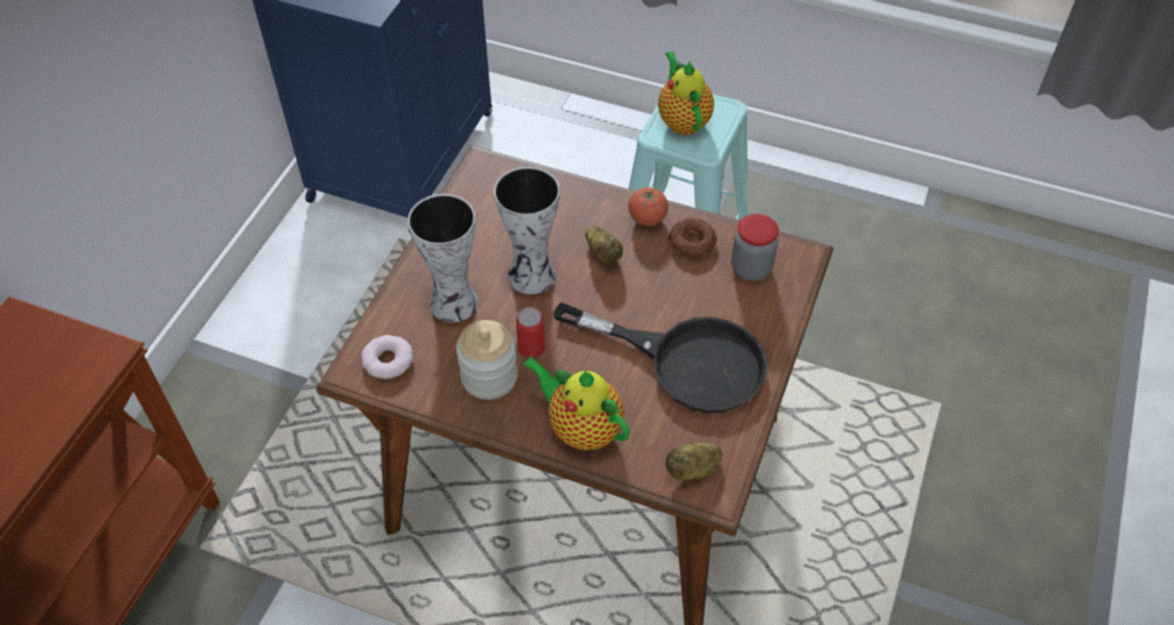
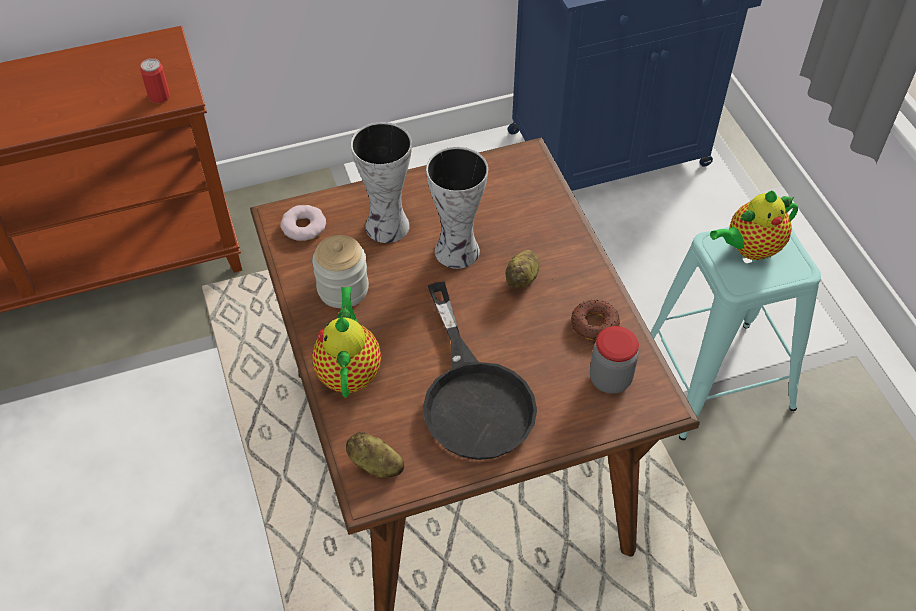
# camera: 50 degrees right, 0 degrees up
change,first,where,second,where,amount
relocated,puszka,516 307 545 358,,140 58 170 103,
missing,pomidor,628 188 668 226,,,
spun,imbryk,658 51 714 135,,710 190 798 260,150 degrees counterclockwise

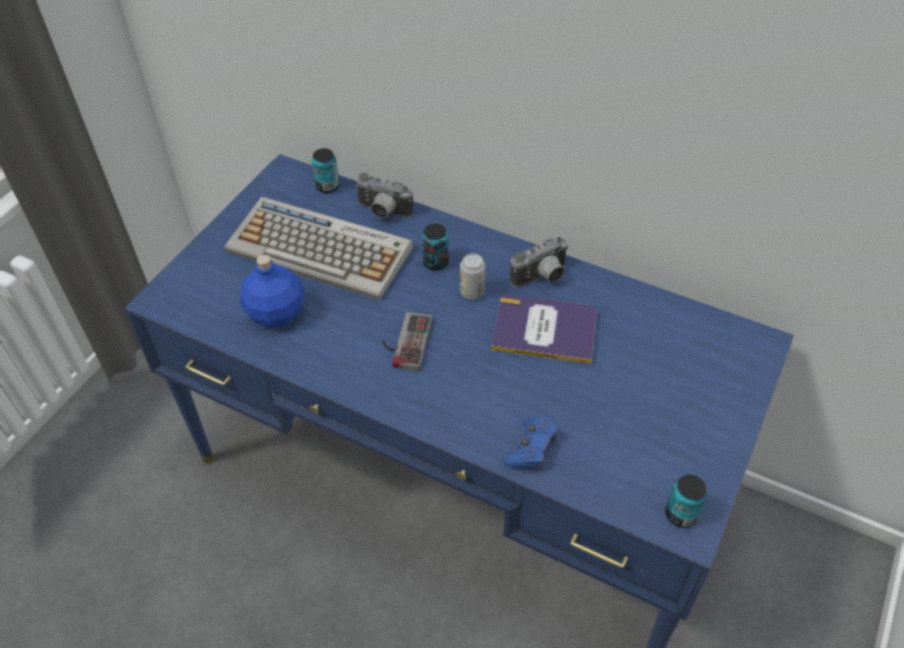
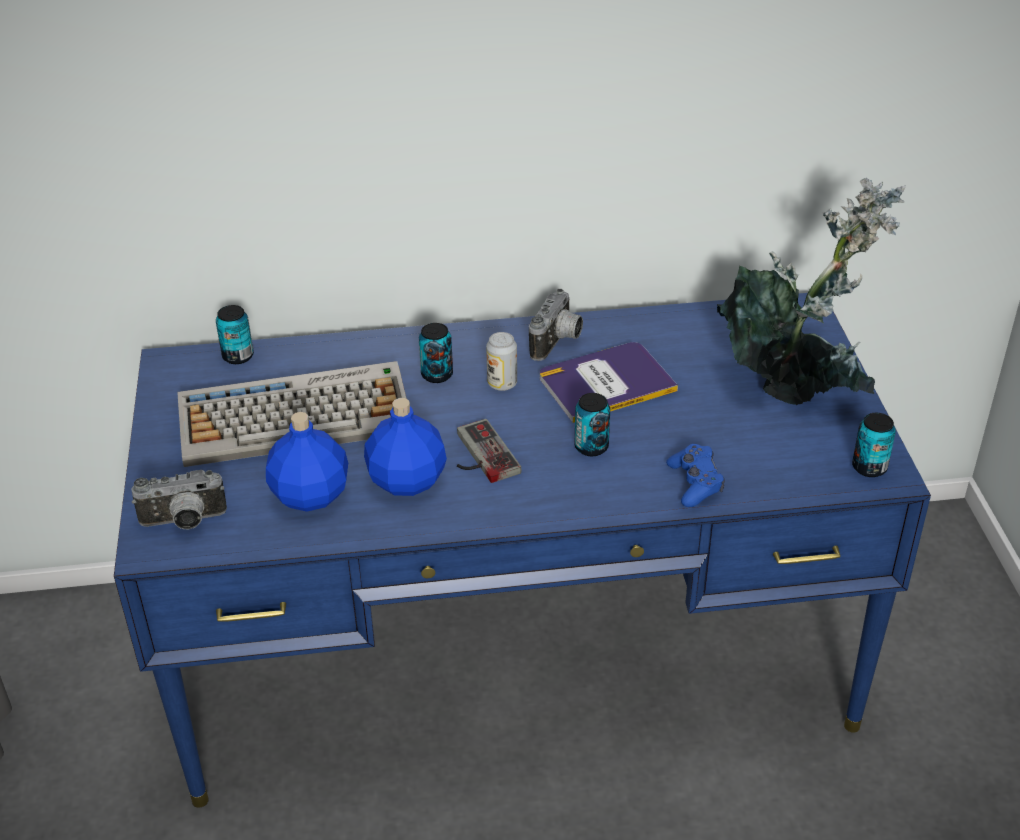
# camera: 35 degrees left, 10 degrees down
change,first,where,second,where,amount
relocated,aparat fotograficzny,355 173 413 218,,132 470 227 530,
appeared,,,butelka [niebieski],364 398 447 496,
appeared,,,puszka,574 393 610 456,
appeared,,,roślina doniczkowa,717 178 906 405,

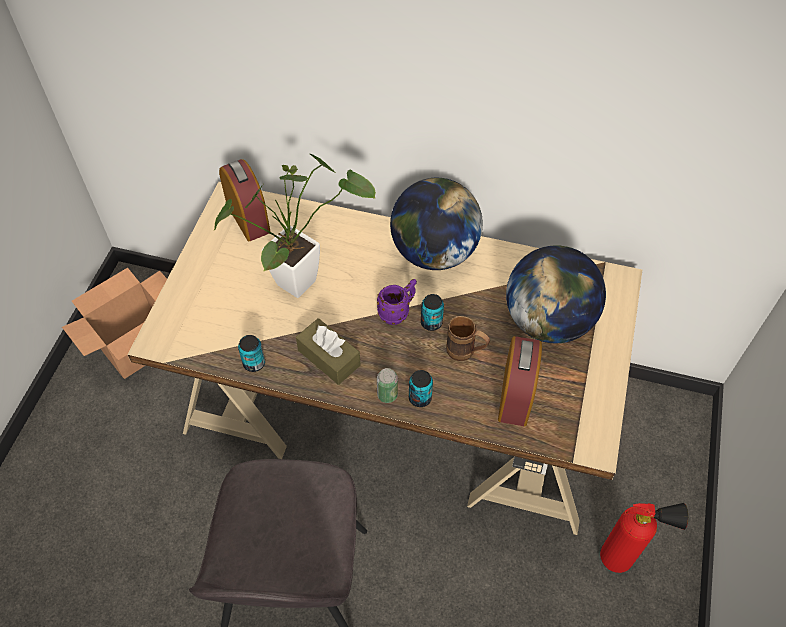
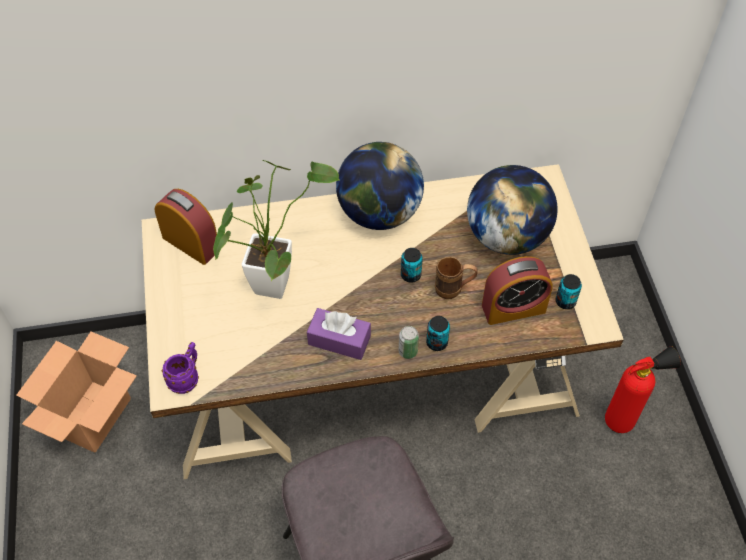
# camera: 25 degrees left, 0 degrees up
change,first,where,second,where,amount
relocated,puszka,238 335 265 372,,555 274 582 309,
colour,pudełko chusteczek [brązowy],296 318 360 385,pudełko chusteczek [fioletowy],307 308 371 360,
relocated,kubek [fioletowy],377 279 417 325,,162 342 199 394,
spun,budzik,498 336 542 426,,482 256 553 325,90 degrees clockwise

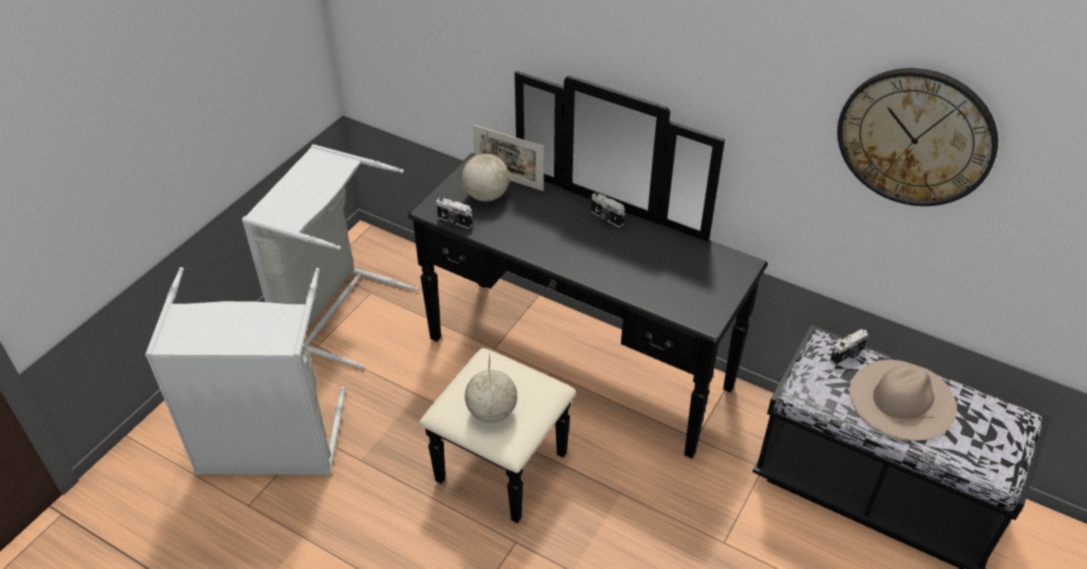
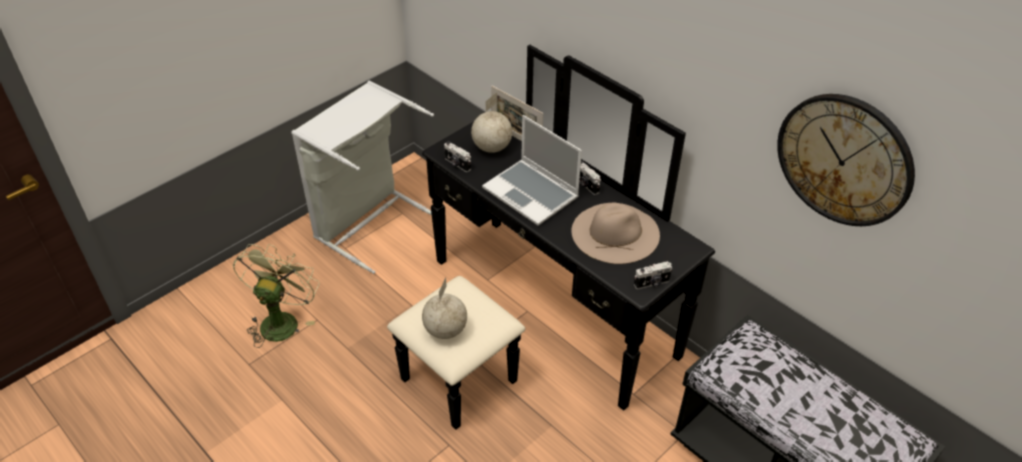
# camera: 15 degrees right, 0 degrees up
change,first,where,second,where,amount
exchanged,kosz na pranie [szary],145 267 345 476,wentylator [zielony],233 244 319 348,
relocated,aparat fotograficzny,830 329 868 365,,634 261 672 289,
relocated,kapelusz [beżowy],849 360 957 441,,571 202 660 264,
appeared,,,laptop,482 115 582 226,

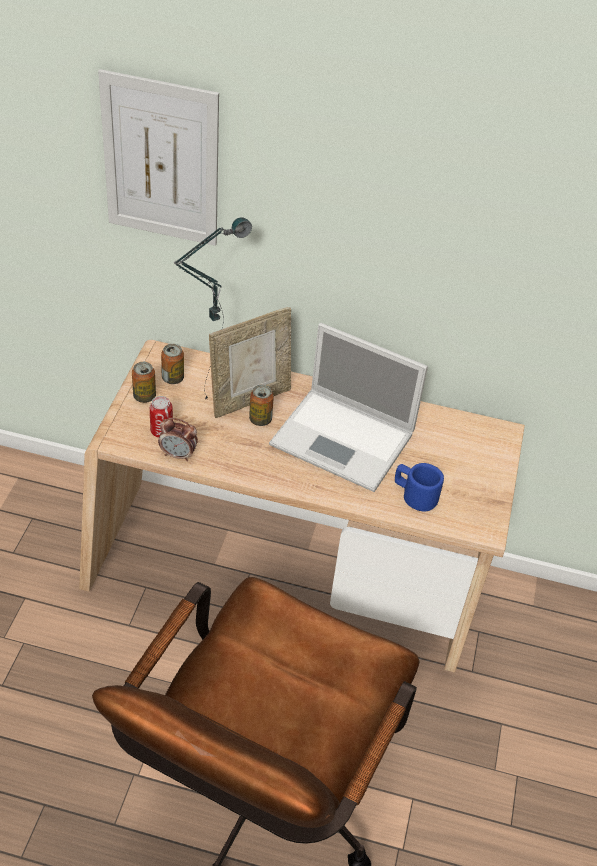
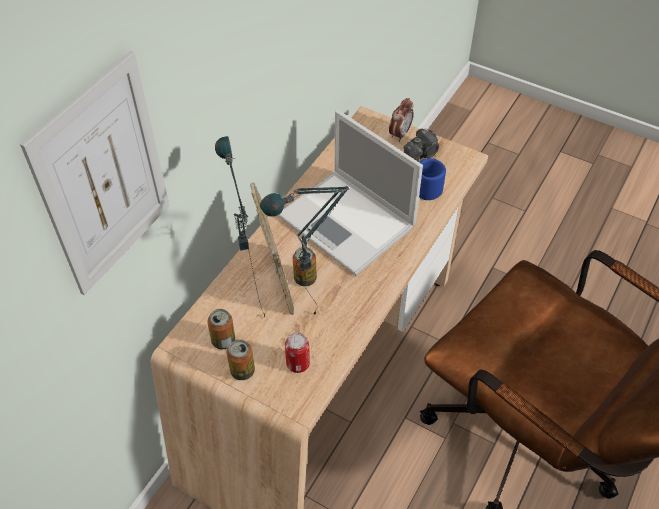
# camera: 70 degrees left, 5 degrees up
change,first,where,second,where,amount
relocated,budzik,158 418 198 461,,389 98 414 142,
spun,laptop,269 323 428 492,,278 110 423 275,90 degrees clockwise
appeared,,,lampa stołowa,260 186 350 314,
appeared,,,aparat fotograficzny,404 128 439 162,

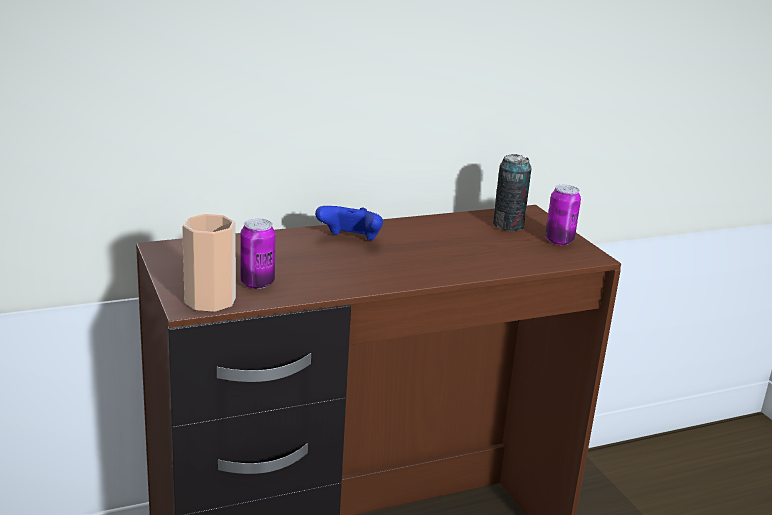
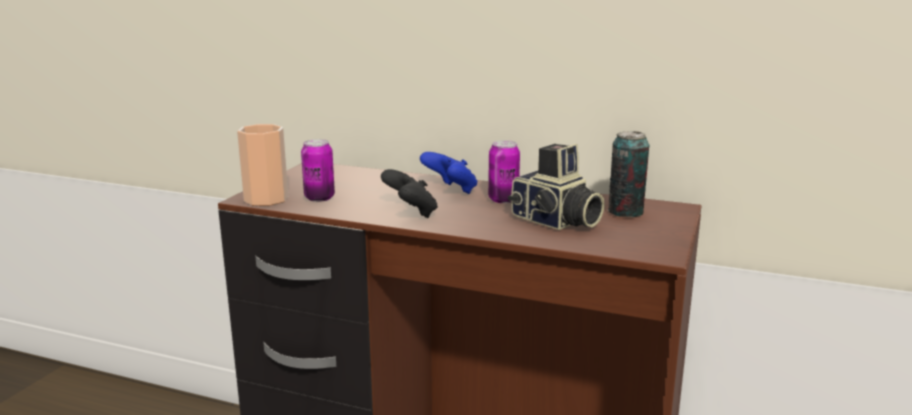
# camera: 45 degrees right, 5 degrees down
change,first,where,second,where,amount
relocated,puszka,545 185 581 245,,488 140 520 203,
appeared,,,pad do gier [czarny],381 169 438 218,
appeared,,,aparat fotograficzny,508 144 605 230,

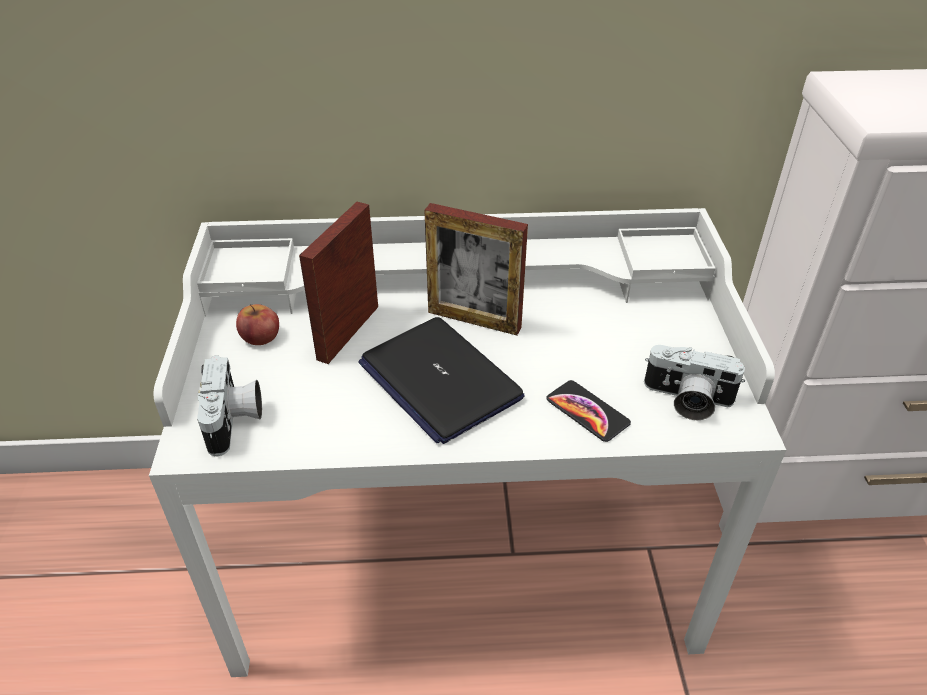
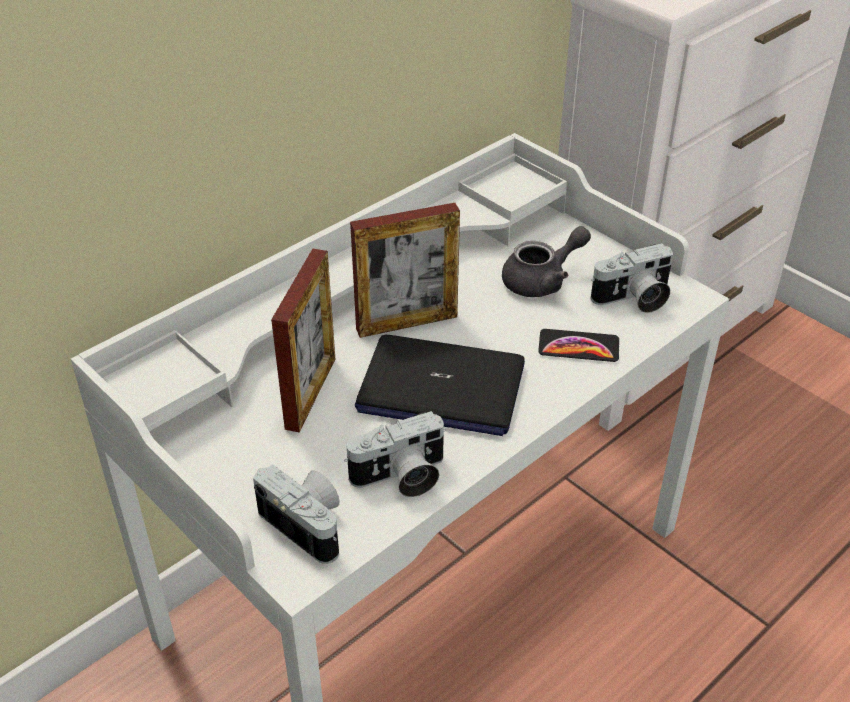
# camera: 40 degrees left, 0 degrees up
change,first,where,second,where,amount
missing,jabłko,236 304 279 345,,,
spun,ramka na zdjęcie,299 202 378 364,,271 249 335 432,150 degrees counterclockwise
appeared,,,aparat fotograficzny,344 411 446 497,
appeared,,,imbryk [szary],502 226 591 297,

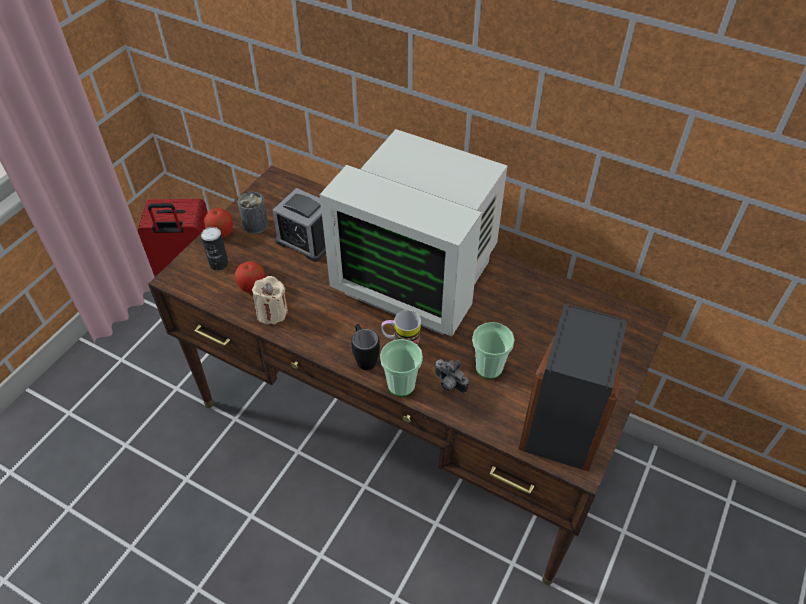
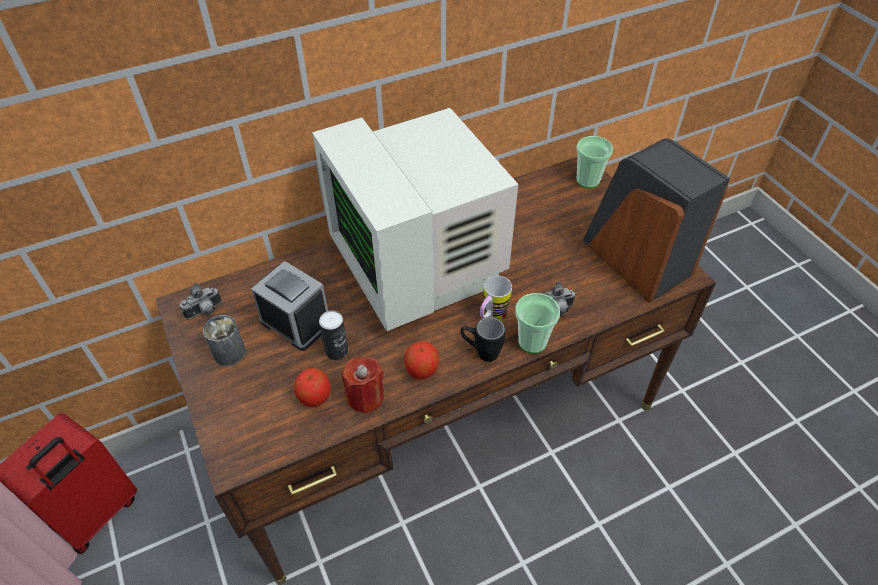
# camera: 55 degrees left, 0 degrees up
change,first,where,second,where,amount
relocated,puszka,201 227 229 271,,319 310 348 360,
relocated,jabłko,204 208 233 238,,404 341 439 379,
colour,świeca [beżowy],252 276 288 325,świeca [czerwony],342 358 384 414,
spun,budzik,272 188 326 262,,251 261 328 351,120 degrees counterclockwise
spun,monitor,320 129 507 337,,312 108 518 331,90 degrees clockwise
relocated,filiżanka,472 322 515 379,,576 136 613 188,
appeared,,,aparat fotograficzny,180 283 222 319,

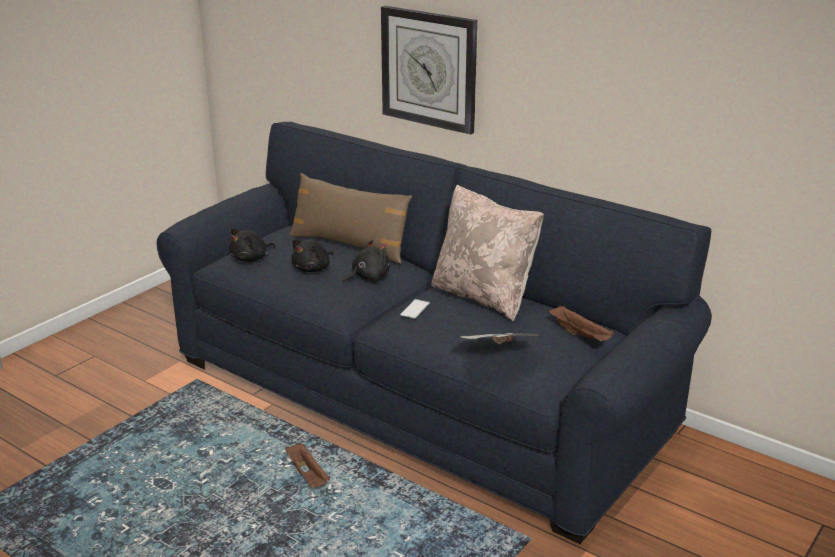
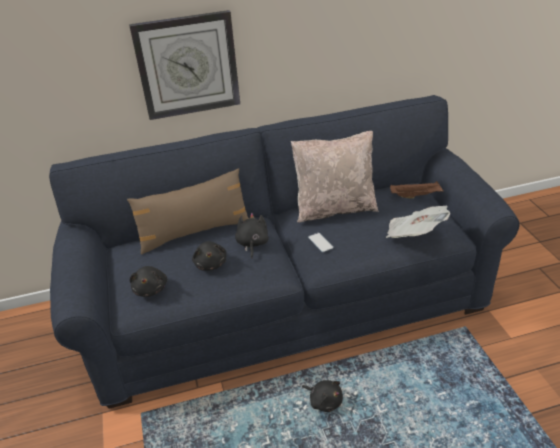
# camera: 50 degrees left, 10 degrees up
change,first,where,second,where,amount
exchanged,taca [brązowy],285 443 330 488,pluszak [czarny],302 380 343 412,

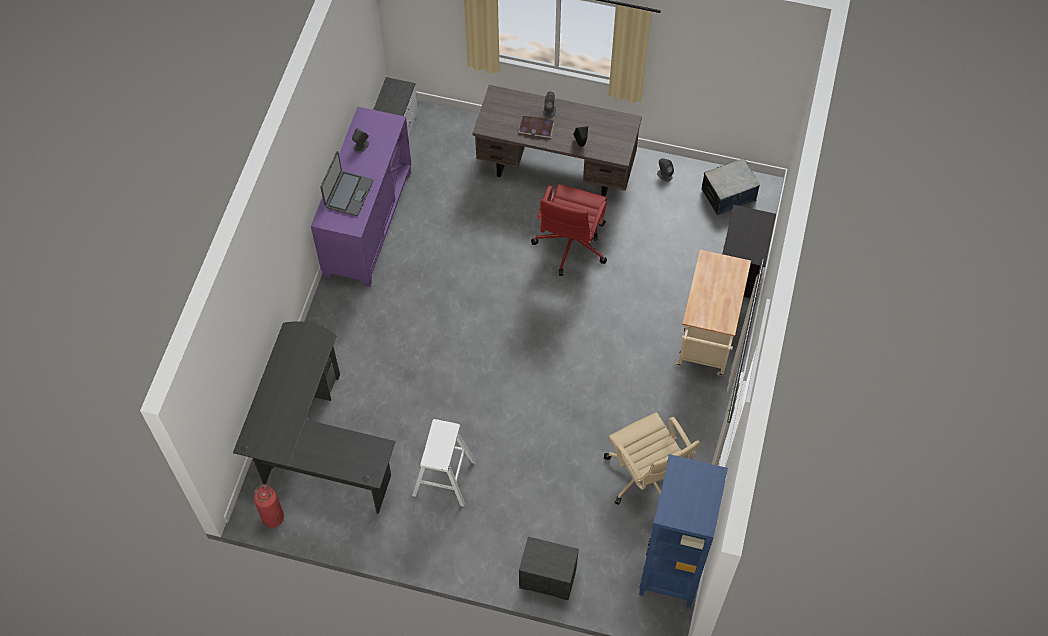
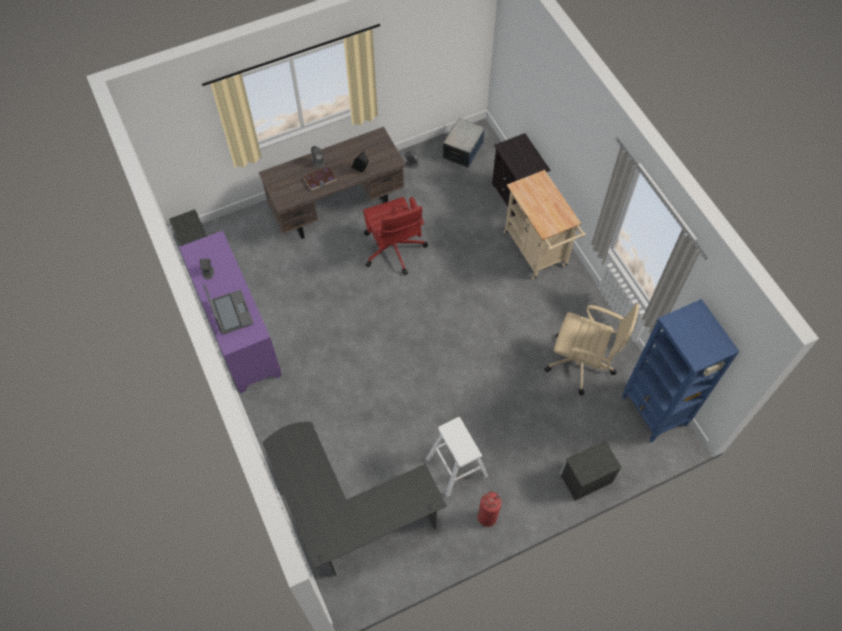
# camera: 40 degrees left, 0 degrees up
change,first,where,second,where,amount
relocated,gaśnica,254 484 284 528,,478 491 501 527,

